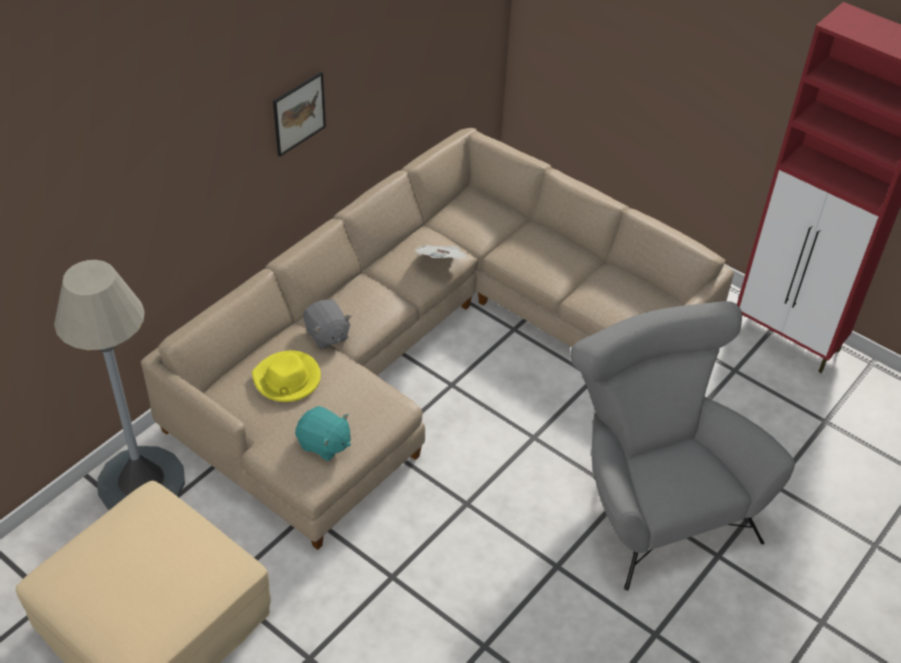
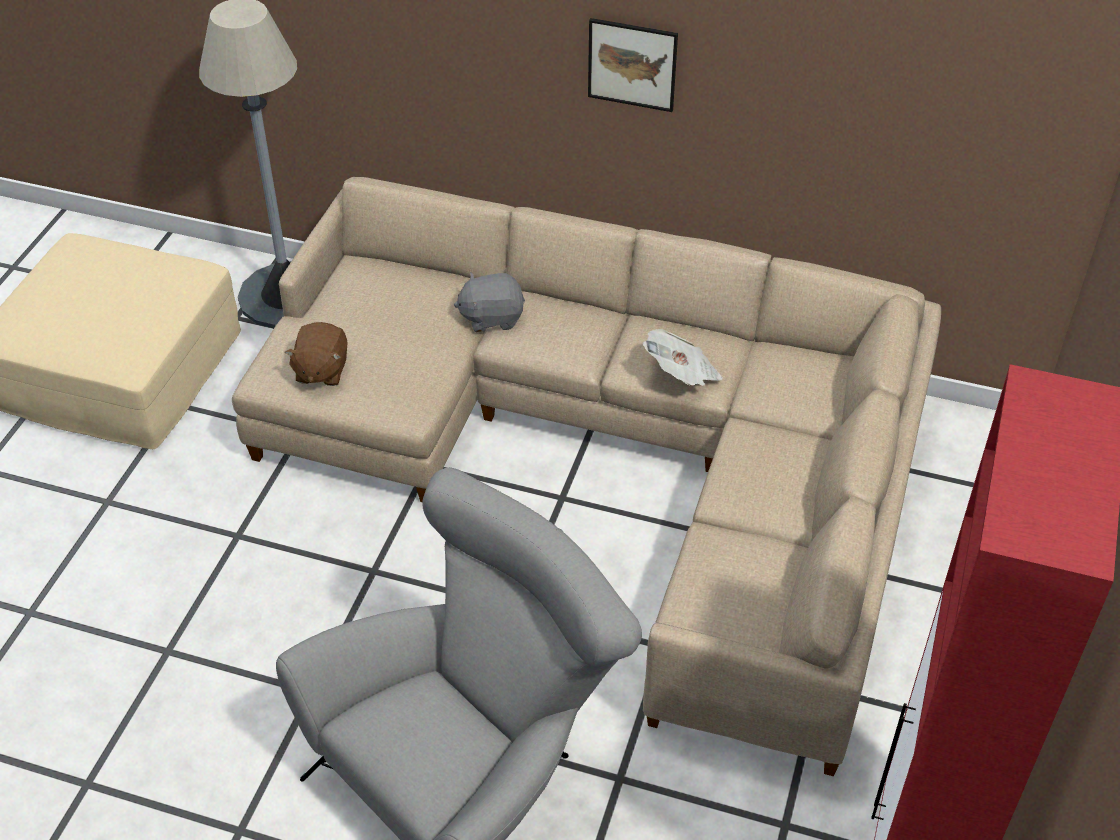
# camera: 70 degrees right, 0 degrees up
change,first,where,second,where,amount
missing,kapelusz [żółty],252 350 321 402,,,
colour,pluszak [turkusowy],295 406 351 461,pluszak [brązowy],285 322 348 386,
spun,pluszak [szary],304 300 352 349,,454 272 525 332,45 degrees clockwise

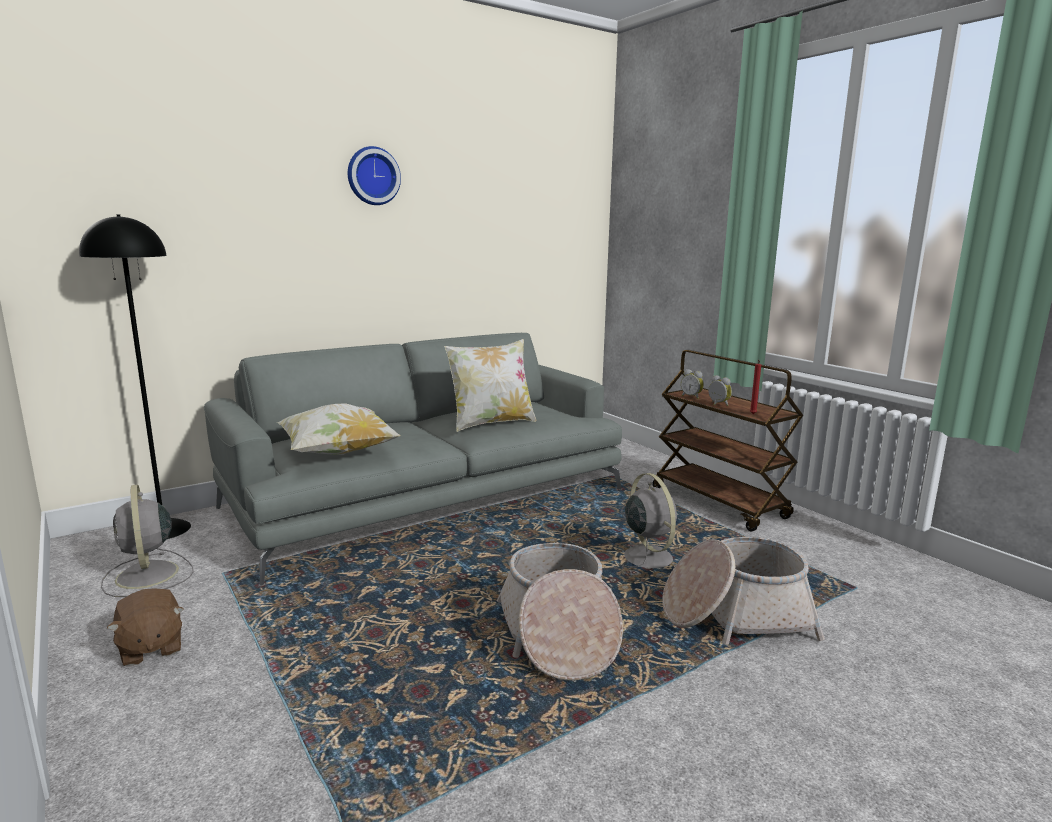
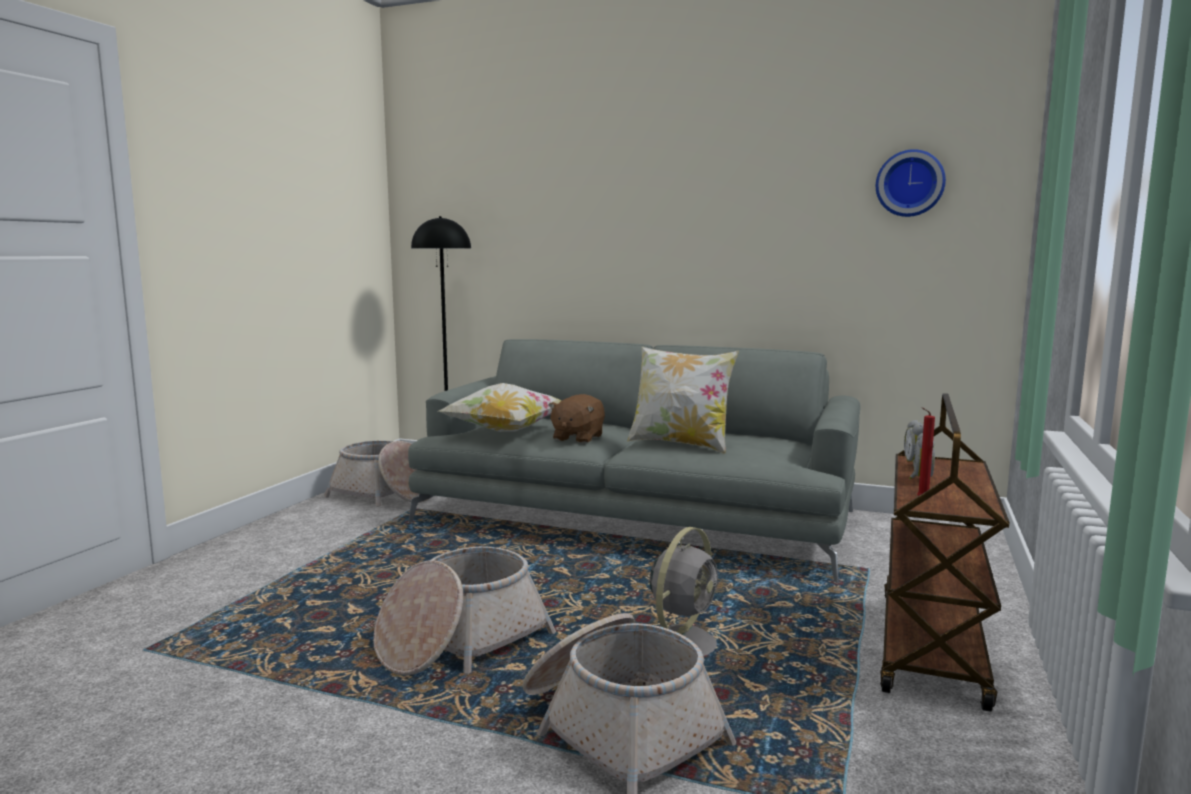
# camera: 55 degrees right, 5 degrees down
change,first,where,second,where,amount
exchanged,wentylator [szary],101 484 193 597,koszyk,324 440 430 507,
relocated,pluszak [brązowy],107 588 184 666,,548 394 605 443,
relocated,zegar ścienny,348 146 401 205,,876 149 946 217,

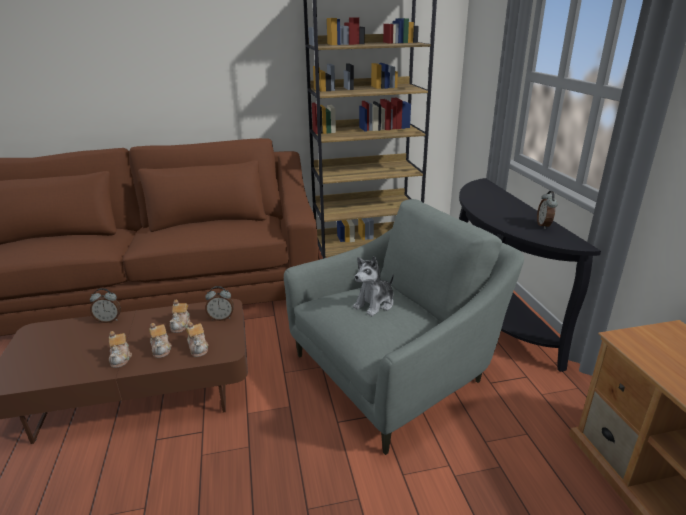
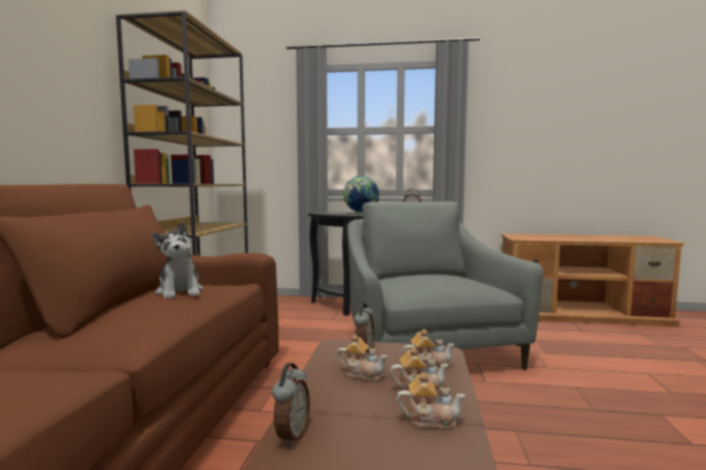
# camera: 70 degrees left, 20 degrees down
change,first,where,second,where,amount
relocated,pluszak,353 256 394 316,,152 222 203 299,
appeared,,,globus,343 176 379 214,

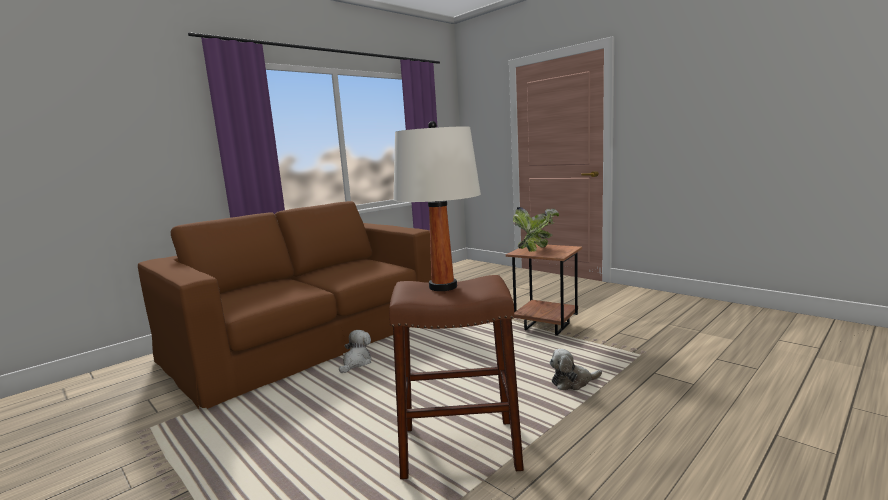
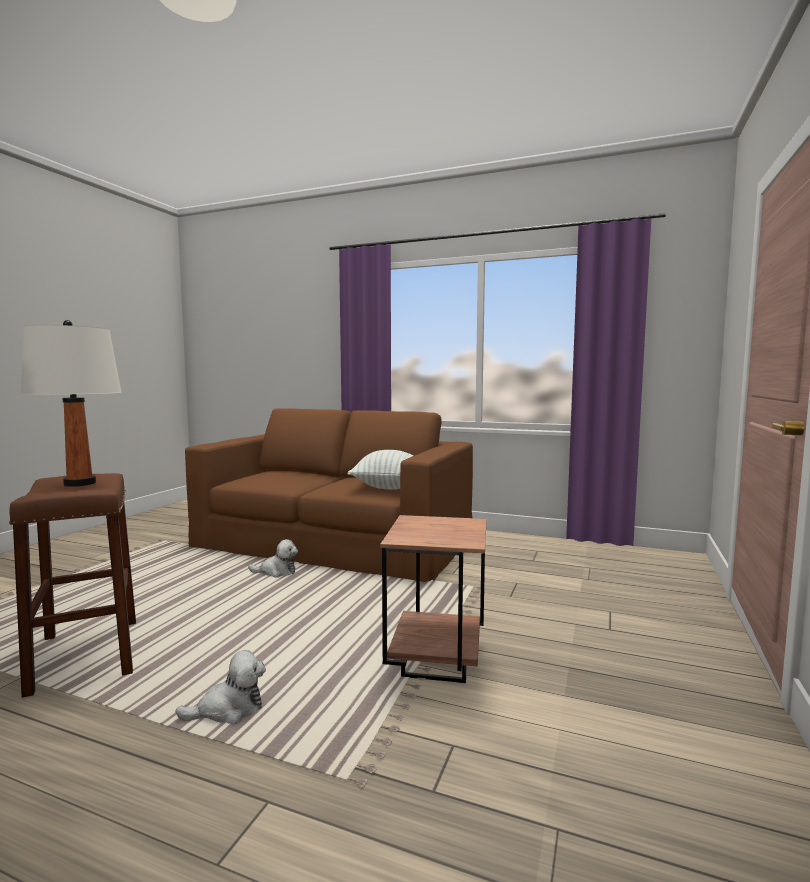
# camera: 65 degrees right, 5 degrees down
change,first,where,second,where,amount
missing,roślina doniczkowa,513 207 559 252,,,
spun,pluszak,549 349 602 390,,175 650 266 724,105 degrees clockwise
appeared,,,poduszka,347 450 413 490,

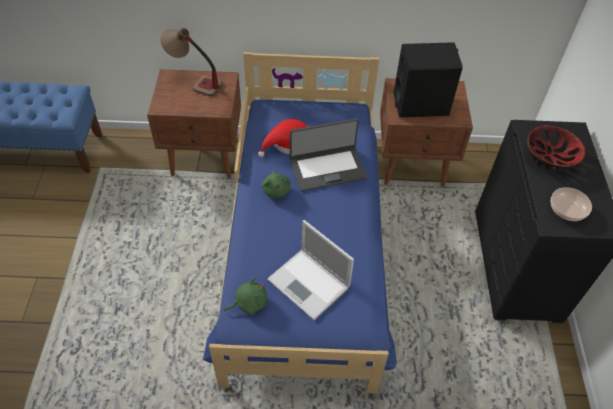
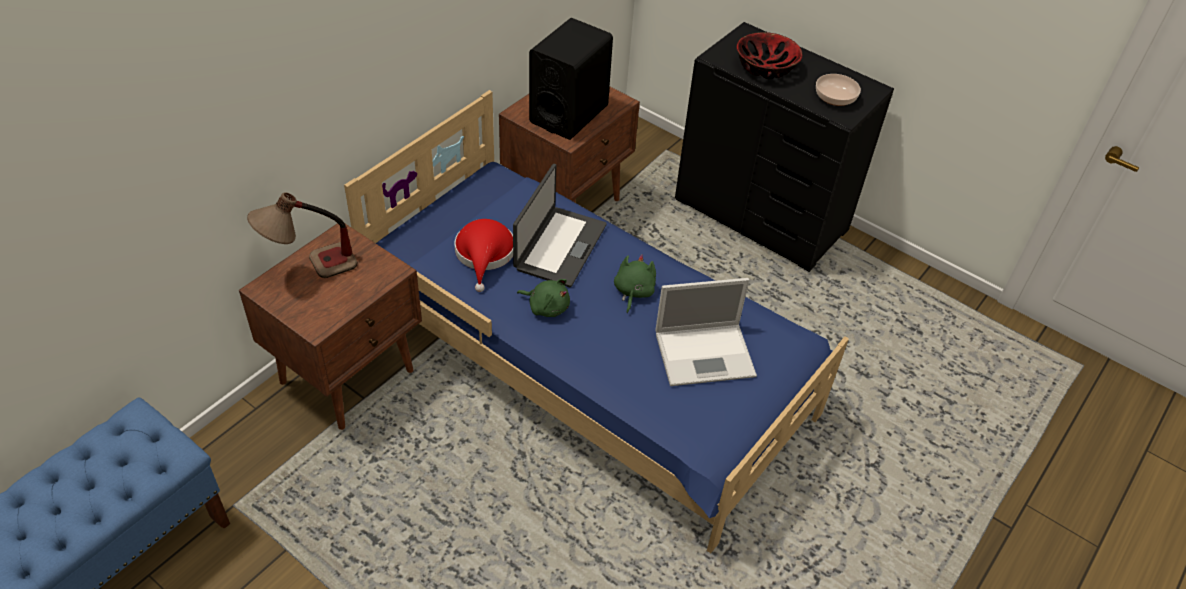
# camera: 55 degrees left, 5 degrees down
change,first,where,second,where,amount
relocated,pluszak [zielony],224 277 267 315,,614 254 656 313,

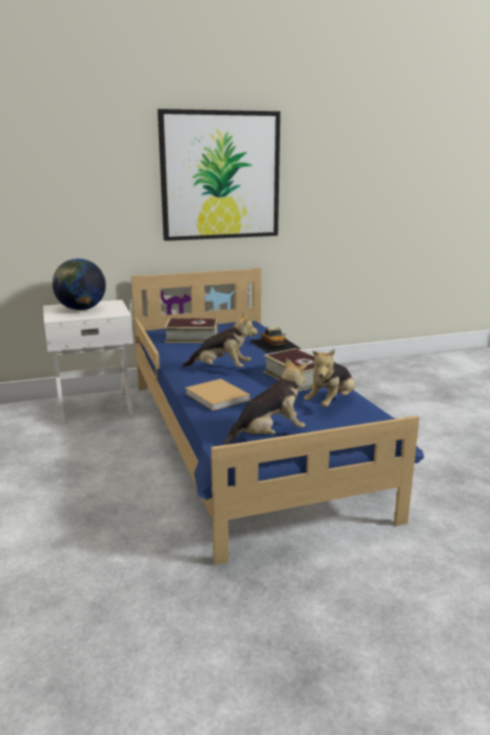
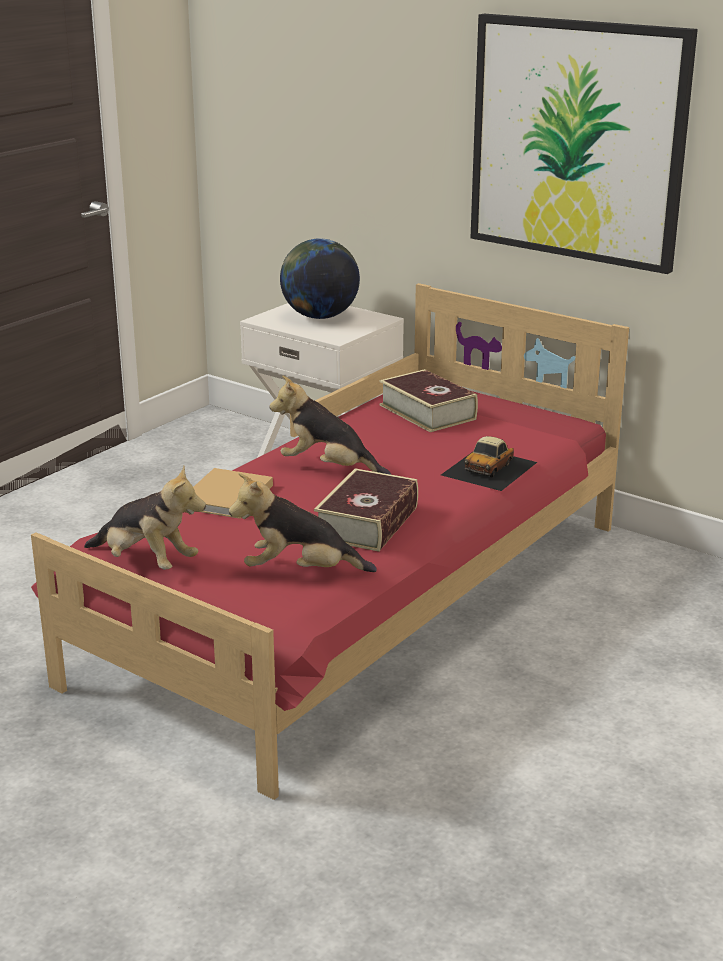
# camera: 55 degrees right, 5 degrees up
change,first,where,second,where,amount
colour,łóżko [niebieski],131 268 424 565,łóżko [czerwony],31 283 629 800,
spun,pluszak,182 311 258 367,,270 376 391 475,135 degrees clockwise

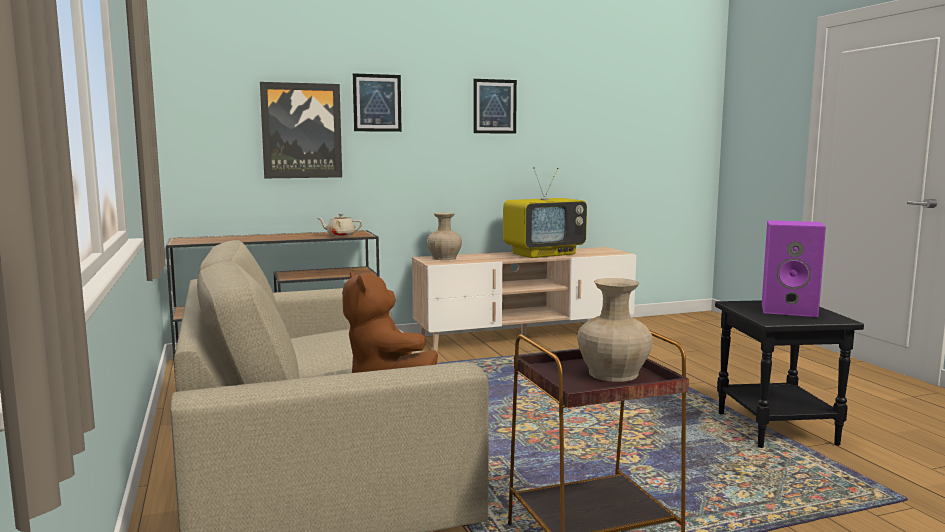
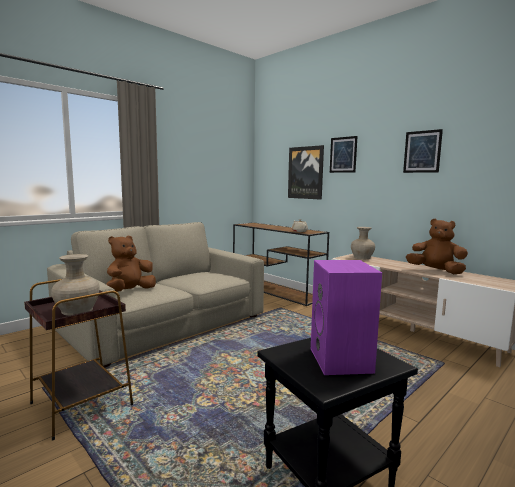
# camera: 65 degrees right, 0 degrees up
change,first,where,second,where,amount
exchanged,telewizor,503 167 587 258,pluszak [brązowy],406 219 468 274,

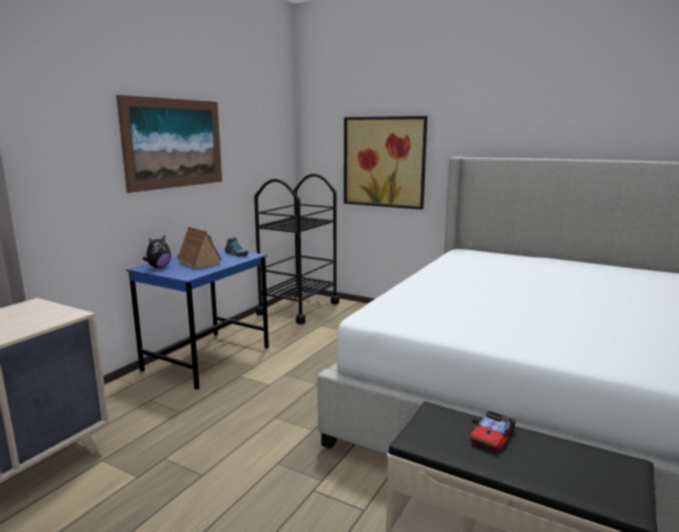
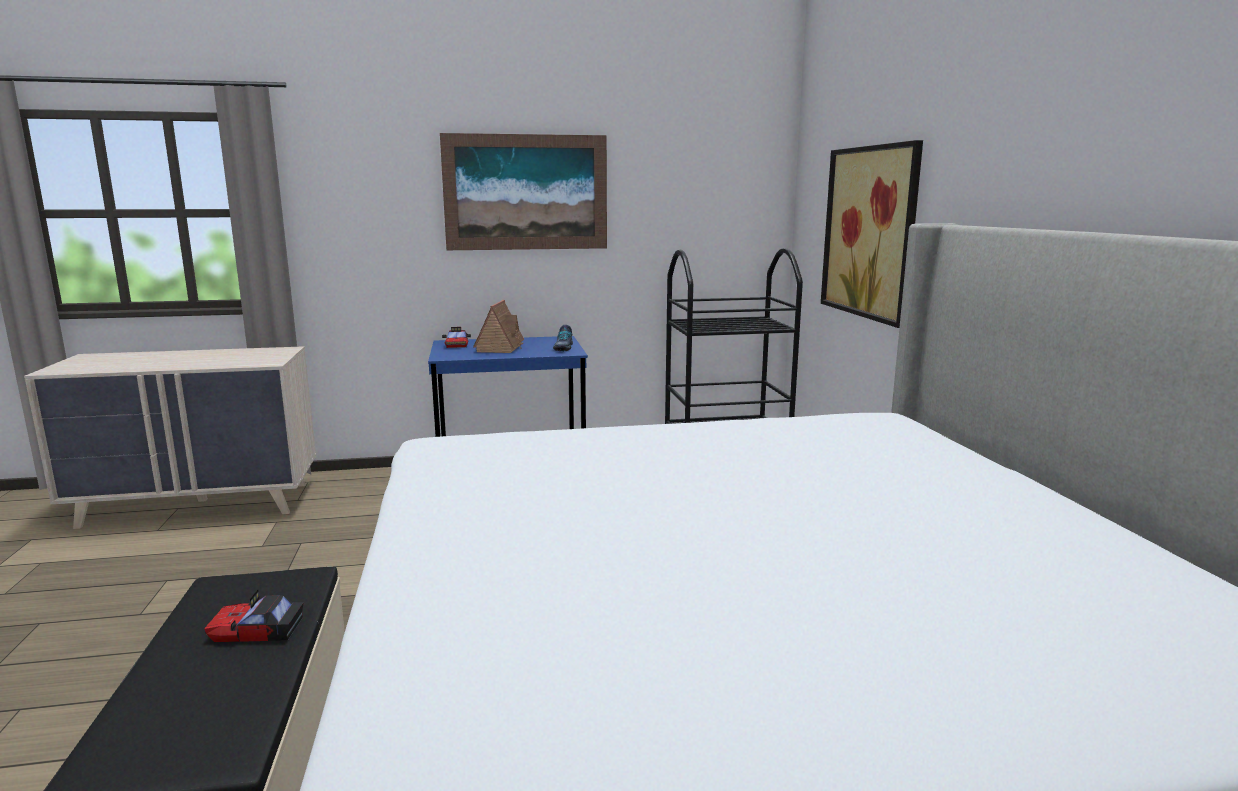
# camera: 50 degrees right, 0 degrees up
change,first,where,second,where,amount
exchanged,pluszak,143 236 171 268,samochodzik,442 327 471 348,

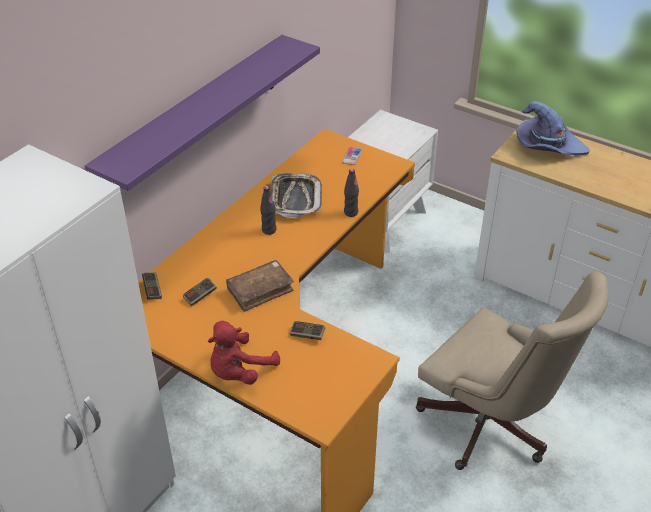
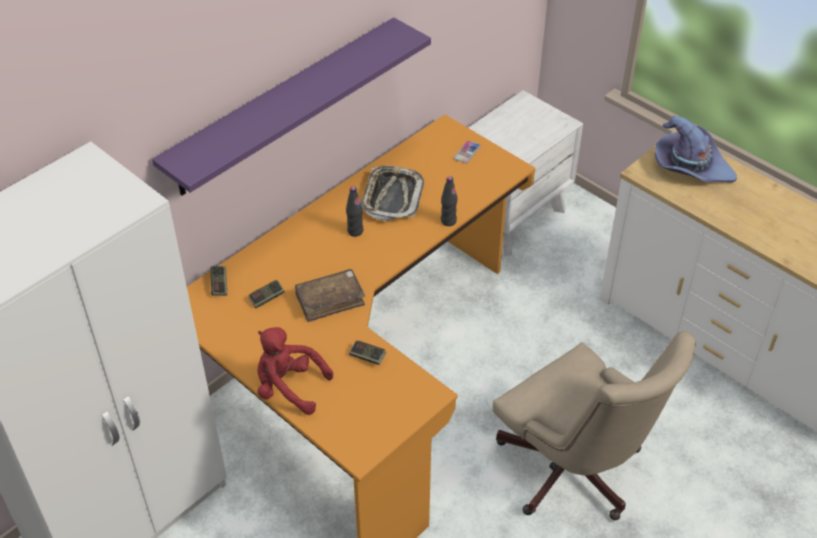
# camera: 10 degrees right, 5 degrees up
change,first,where,second,where,amount
spun,pluszak [czerwony],208 321 280 385,,257 327 333 415,60 degrees clockwise

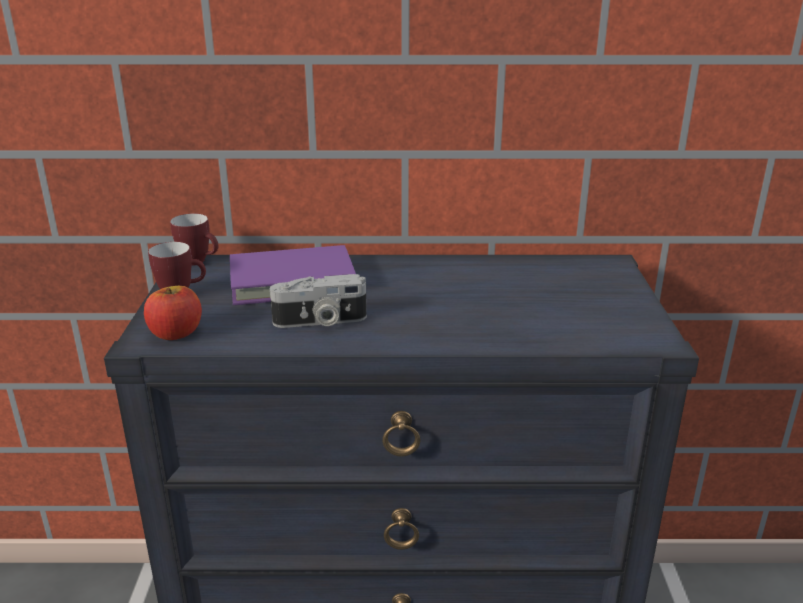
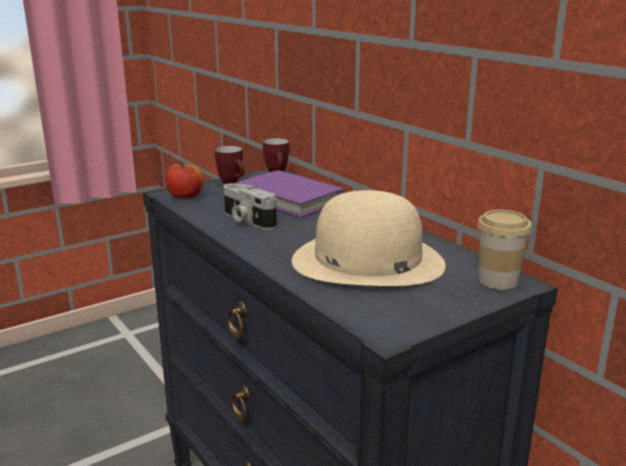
# camera: 55 degrees right, 5 degrees down
change,first,where,second,where,amount
appeared,,,kapelusz [beżowy],292 190 446 286,
appeared,,,filiżanka,477 210 532 290,

